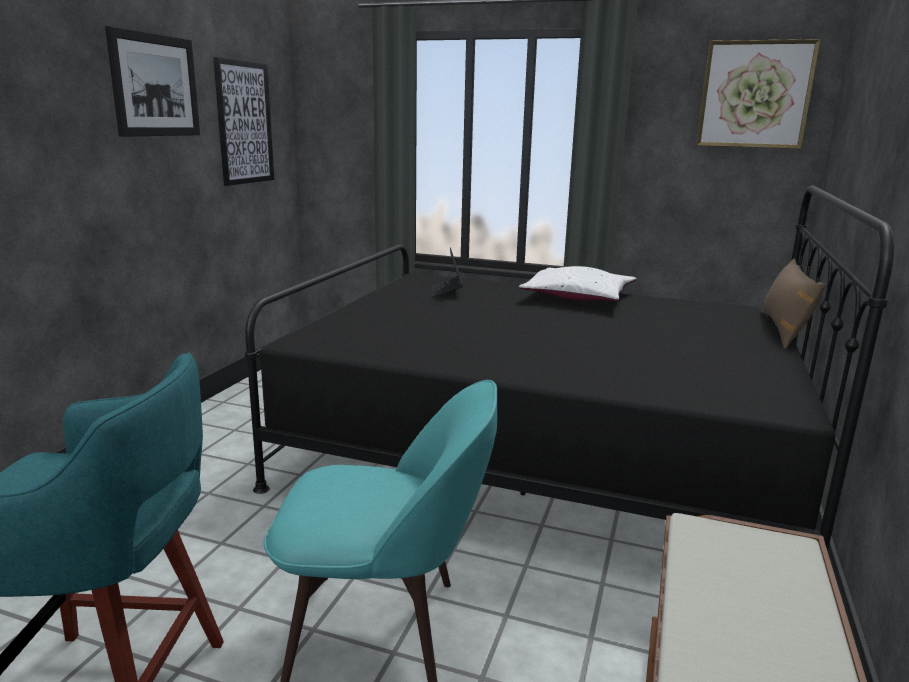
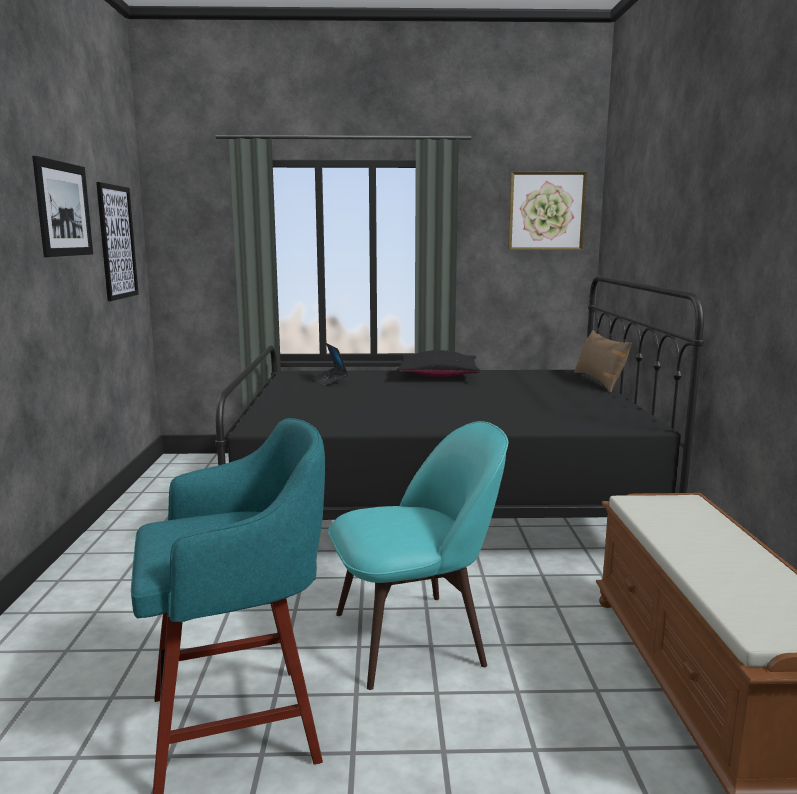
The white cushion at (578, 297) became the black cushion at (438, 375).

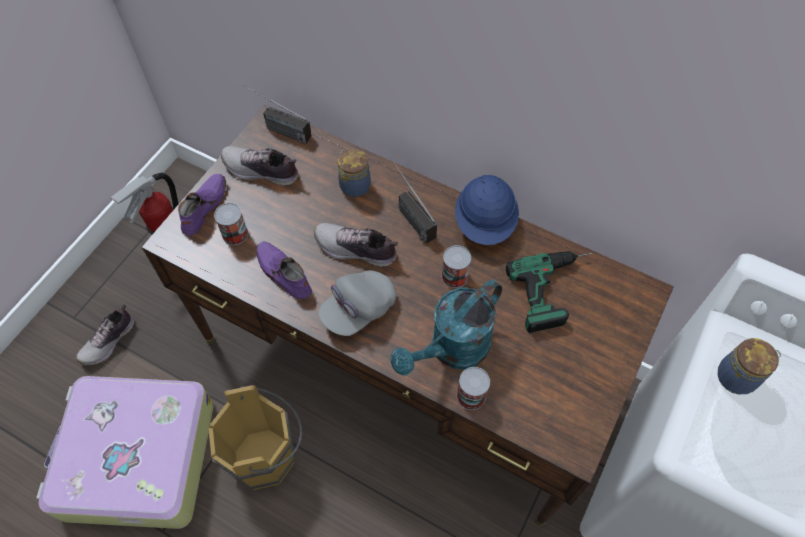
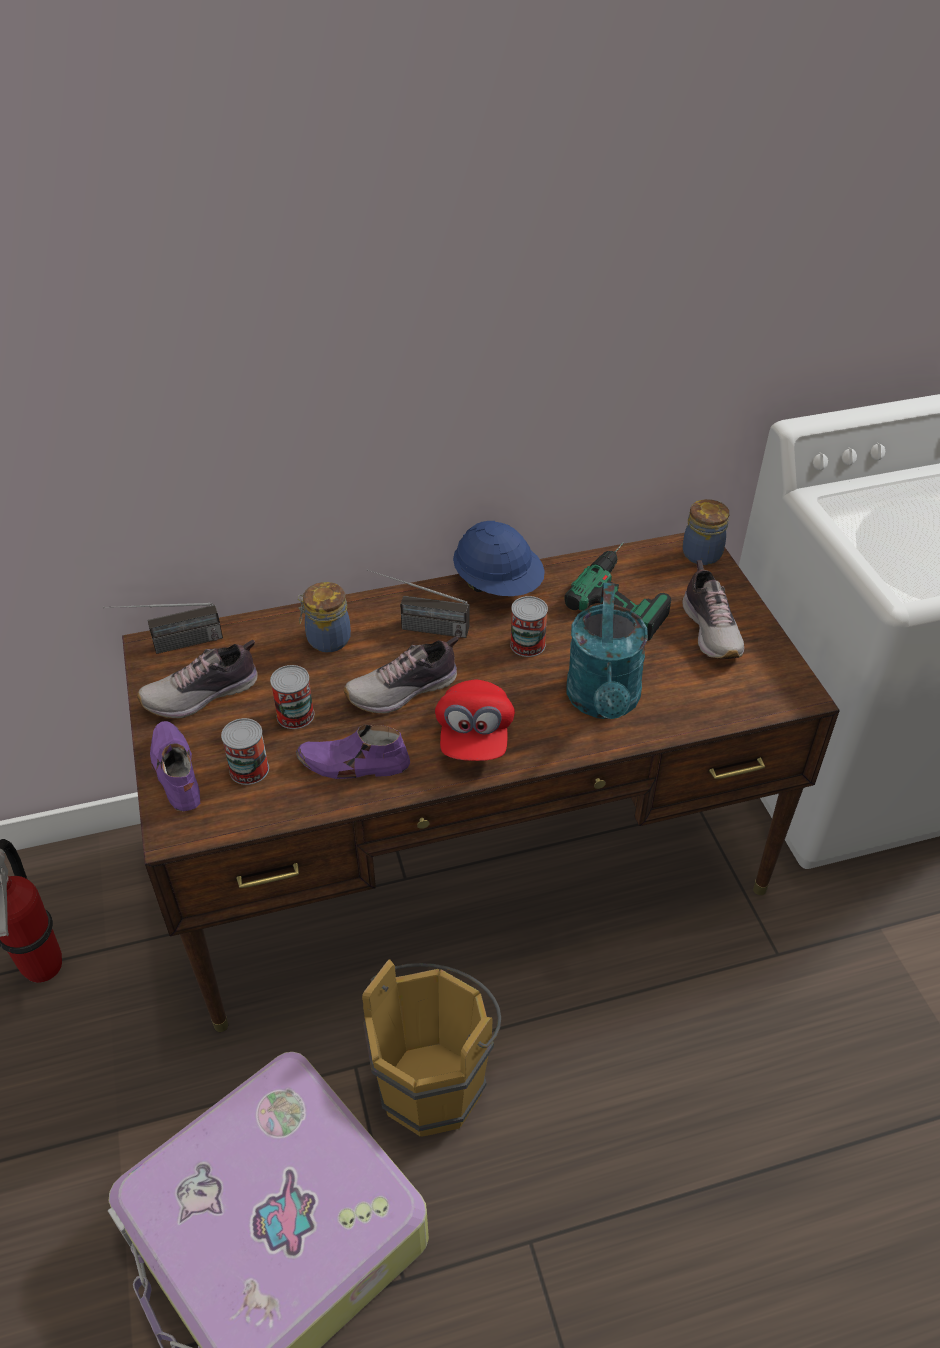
The item of footwear moved from (109, 341) to (712, 630).
The sealed can moved from (471, 396) to (295, 715).
The storage jar moved from (737, 377) to (702, 553).
The gray cap at (358, 309) became the red cap at (474, 736).

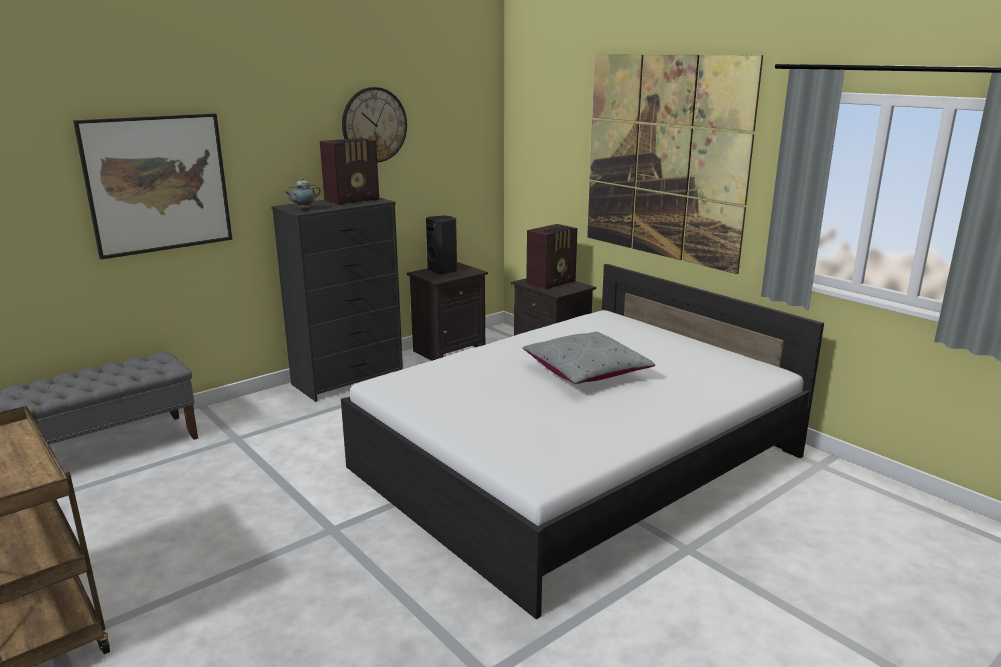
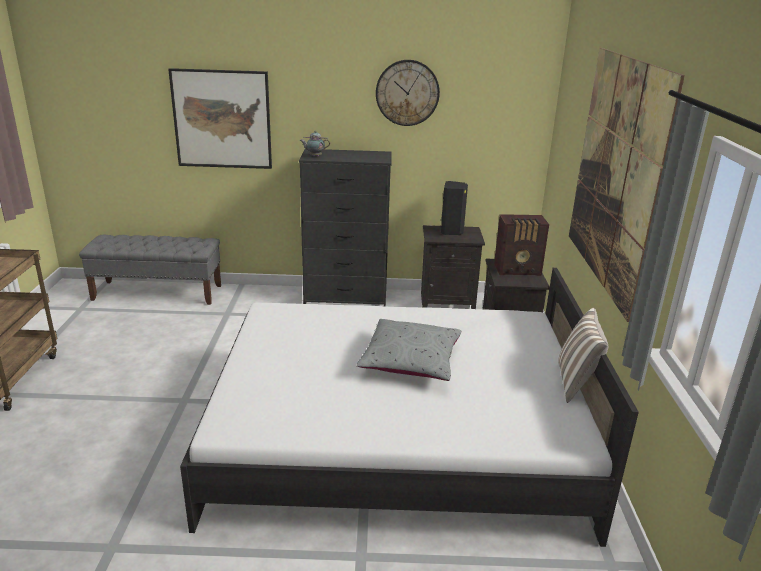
The radio set at (353, 200) disappeared.
The cushion at (576, 383) appeared.

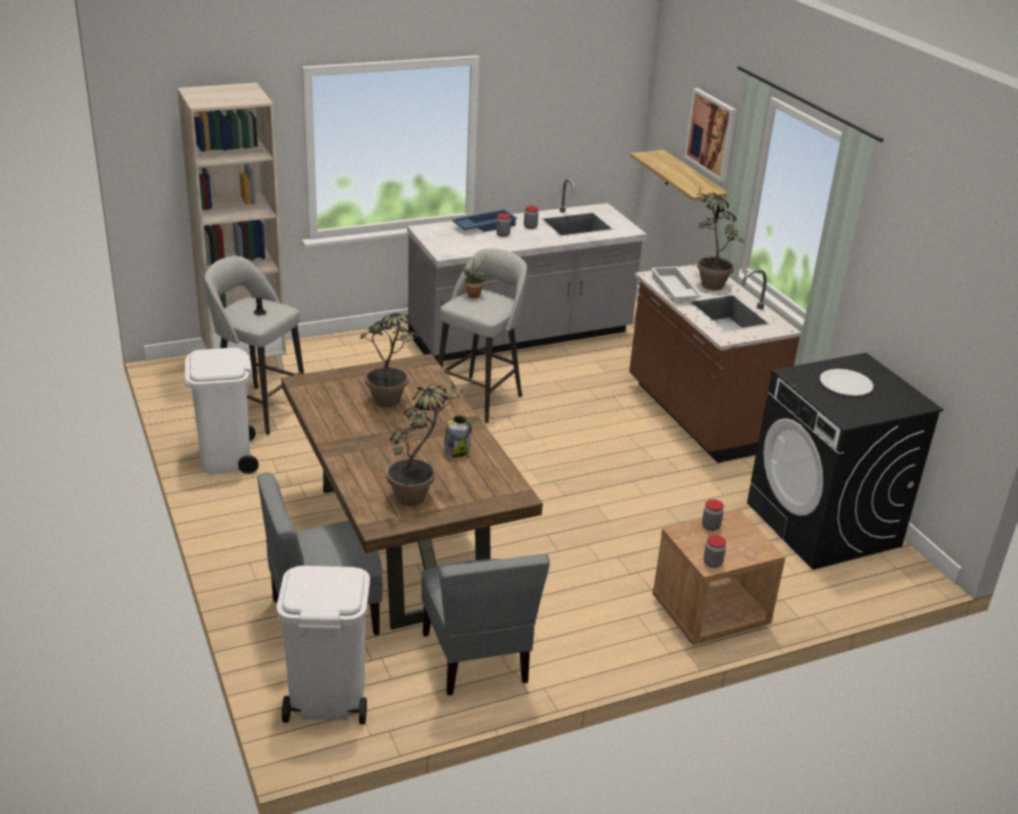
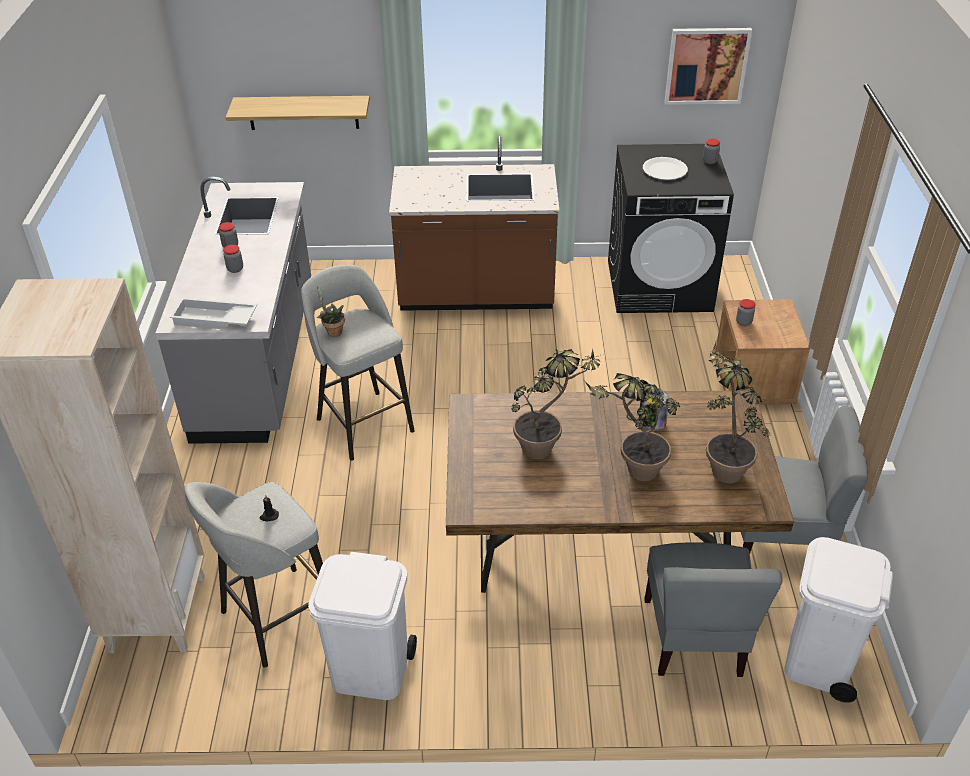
The blue serving tray at (484, 226) disappeared.
The white serving tray moved from (673, 289) to (214, 319).
The wall picture moved from (711, 134) to (706, 65).
The potted plant moved from (708, 282) to (631, 470).
The storage jar moved from (712, 563) to (710, 161).

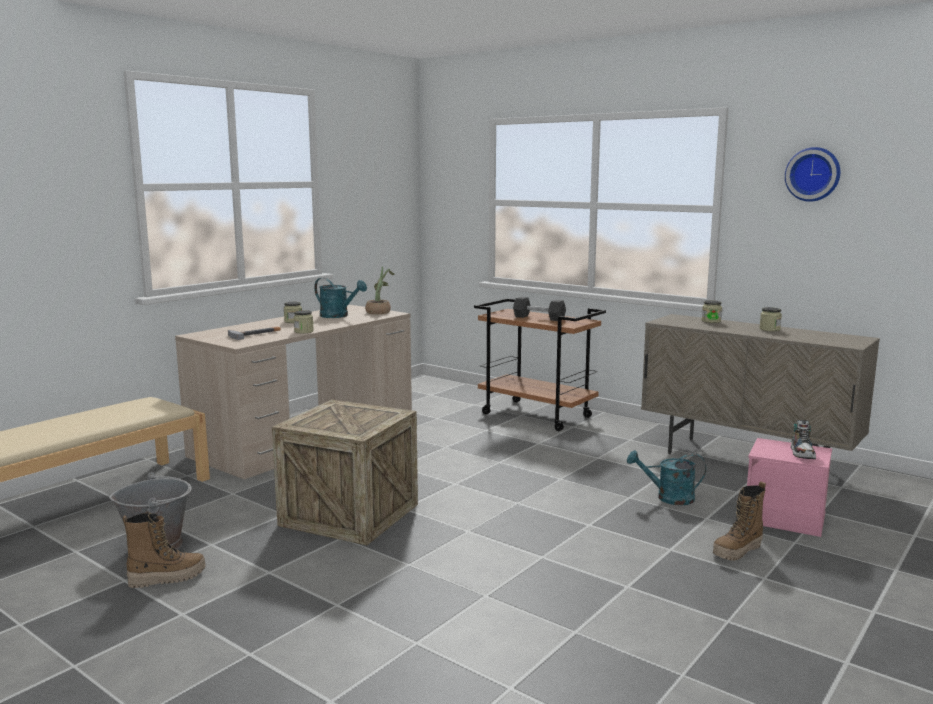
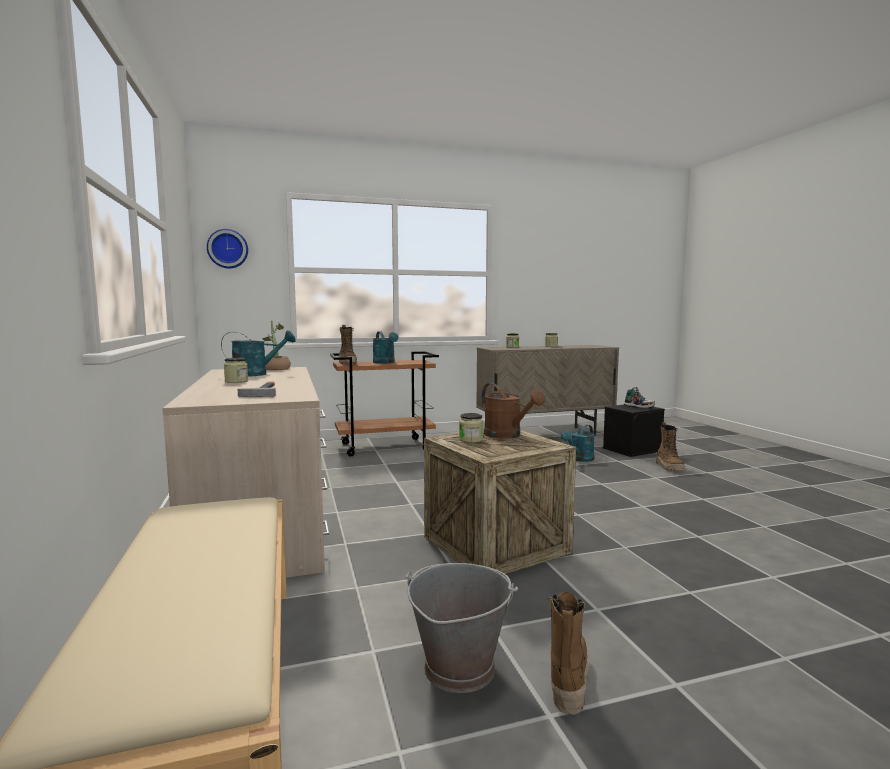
The tall boot at (347, 363) appeared.
The brownish watering can at (507, 435) appeared.
The storage jar moved from (304, 331) to (471, 440).
The hanging clock moved from (813, 174) to (228, 249).
The black hand weight at (539, 318) was replaced by the turquoise watering can at (385, 362).
The pink storage bin at (785, 517) became the black storage bin at (632, 449).

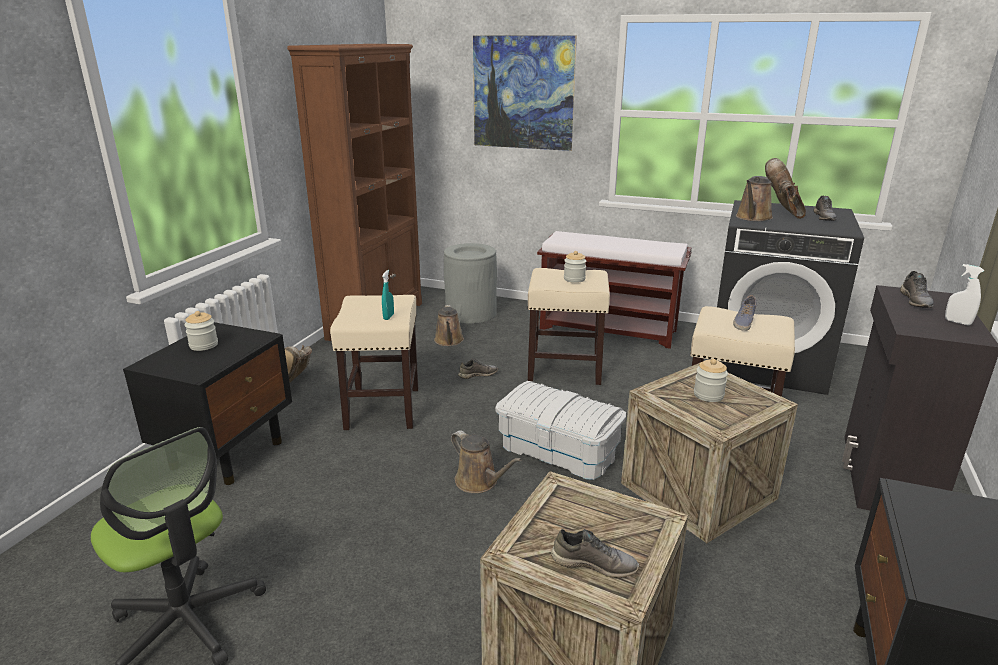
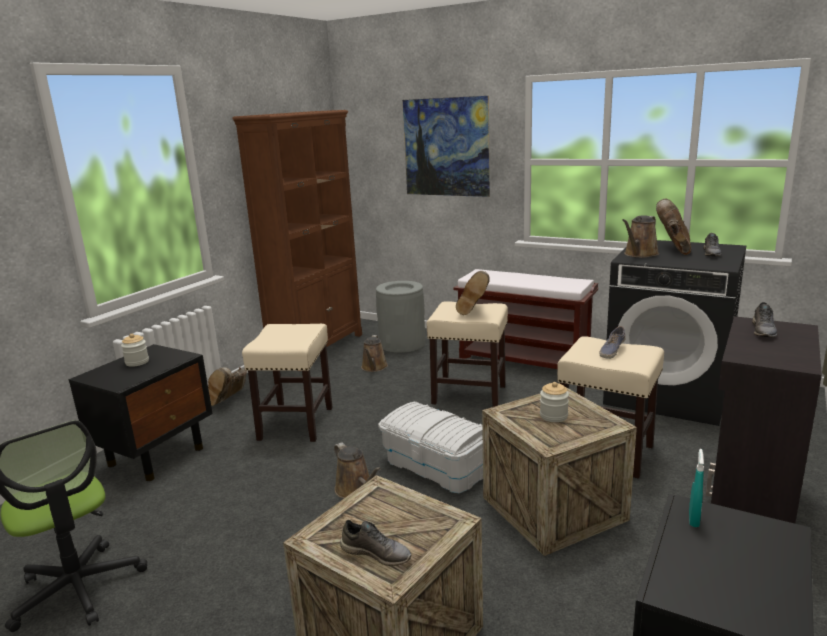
The gray item of footwear at (478, 374) disappeared.
The white hand sprayer at (957, 322) disappeared.
The turquoise hand sprayer moved from (388, 317) to (693, 519).
The storage jar at (574, 279) was replaced by the brownish tall boot at (472, 311).

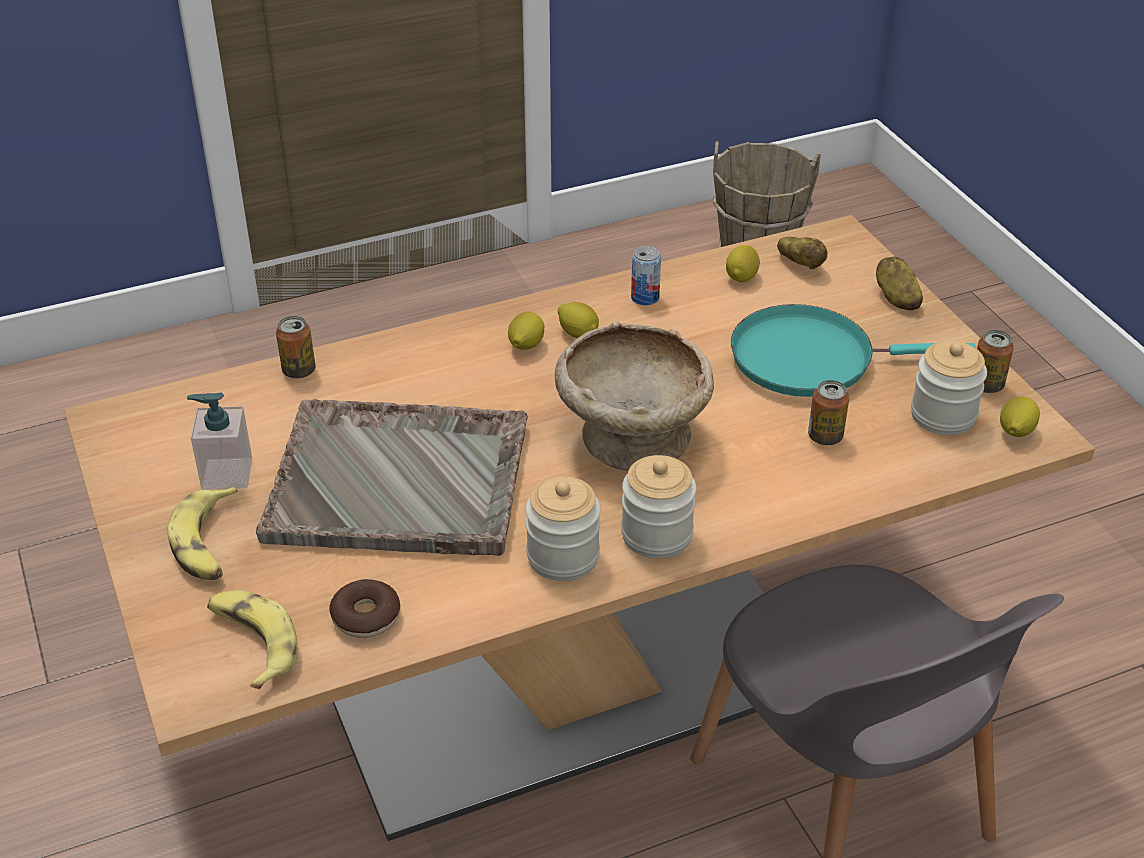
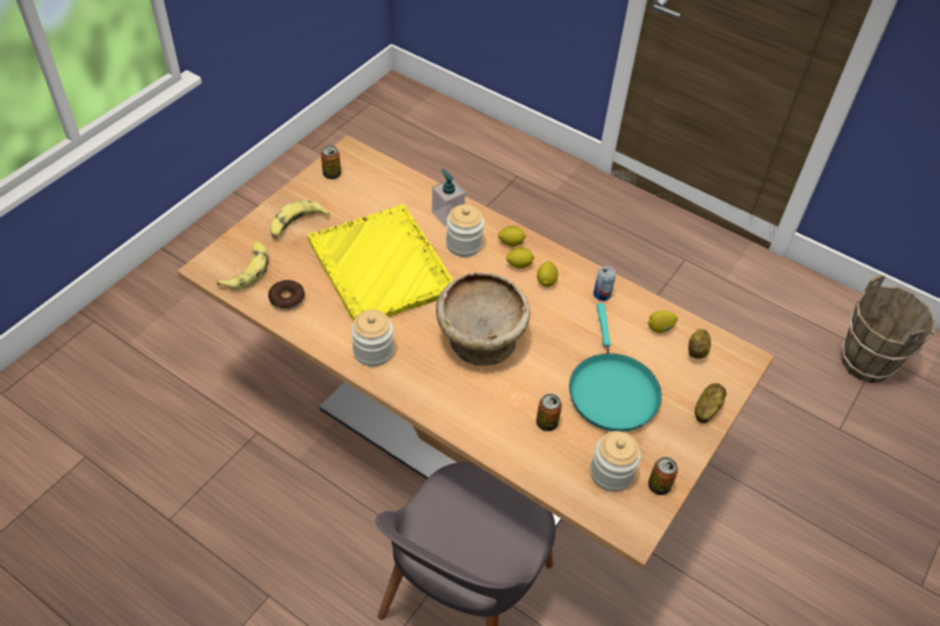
The soap bottle moved from (226, 474) to (447, 215).
The sealed can moved from (299, 371) to (332, 174).
The storage jar moved from (656, 535) to (464, 244).
The whole lemon moved from (1015, 431) to (511, 243).
The gray serving tray at (401, 482) became the yellow serving tray at (382, 267).
The turquoise pan at (811, 358) turned 150 degrees counterclockwise.

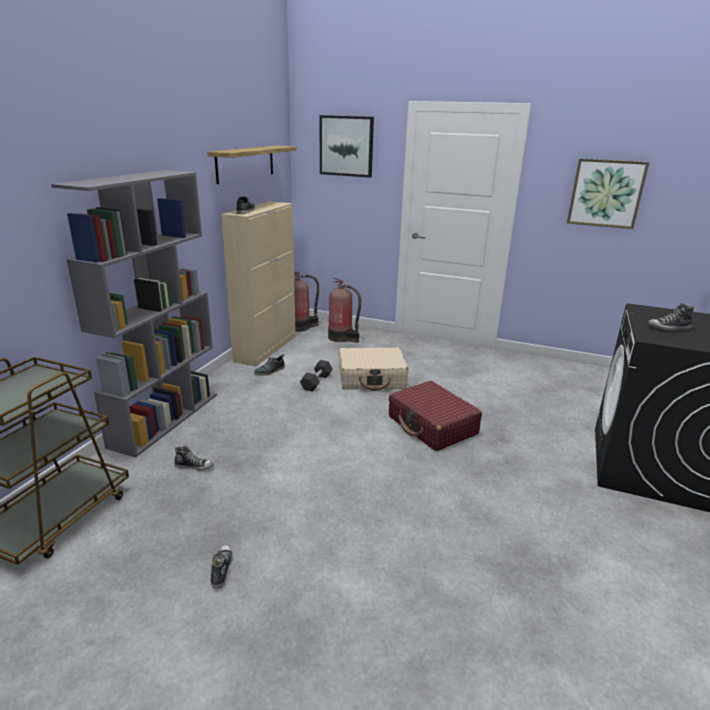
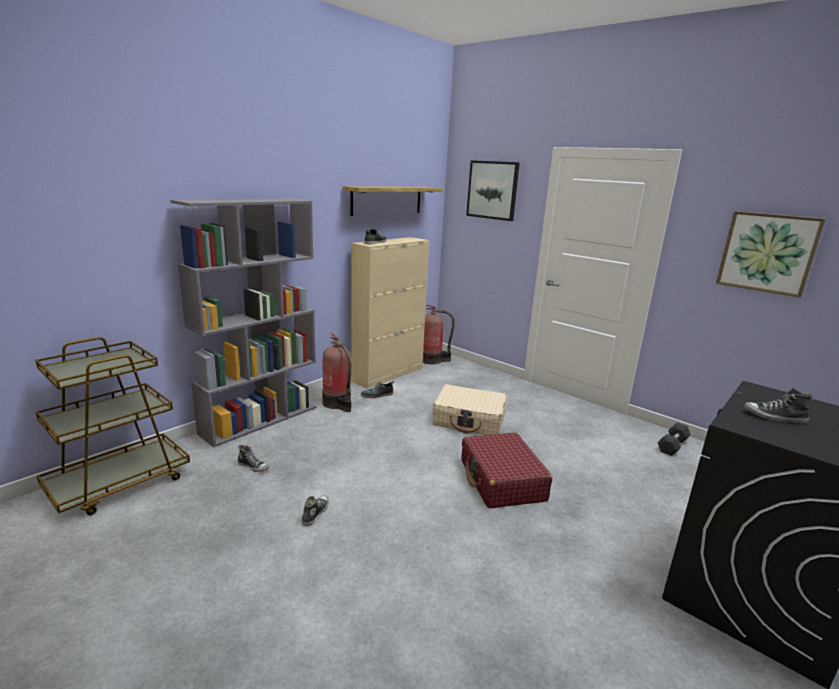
The item of footwear moved from (221, 569) to (315, 513).
The black hand weight moved from (316, 382) to (672, 446).
The fire-fighting cylinder moved from (342, 338) to (338, 403).

